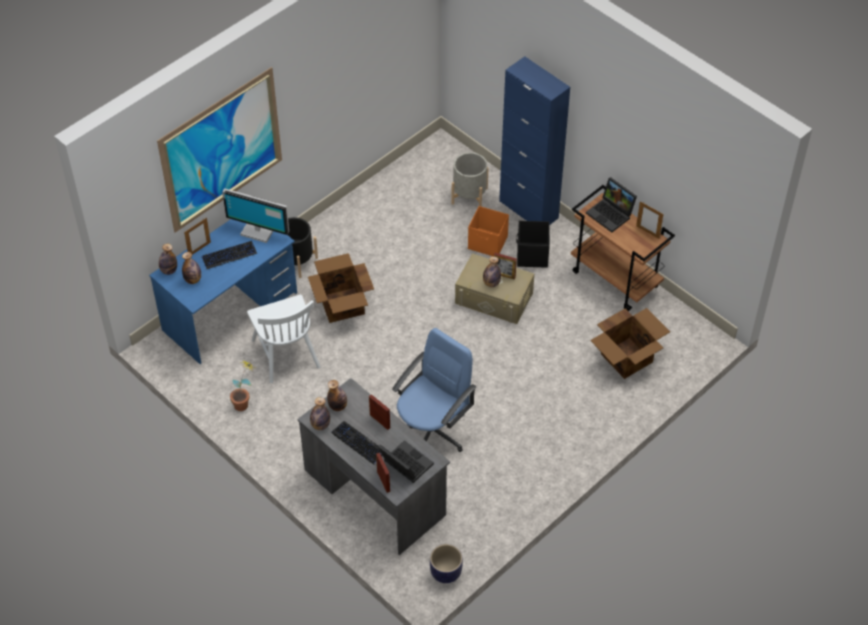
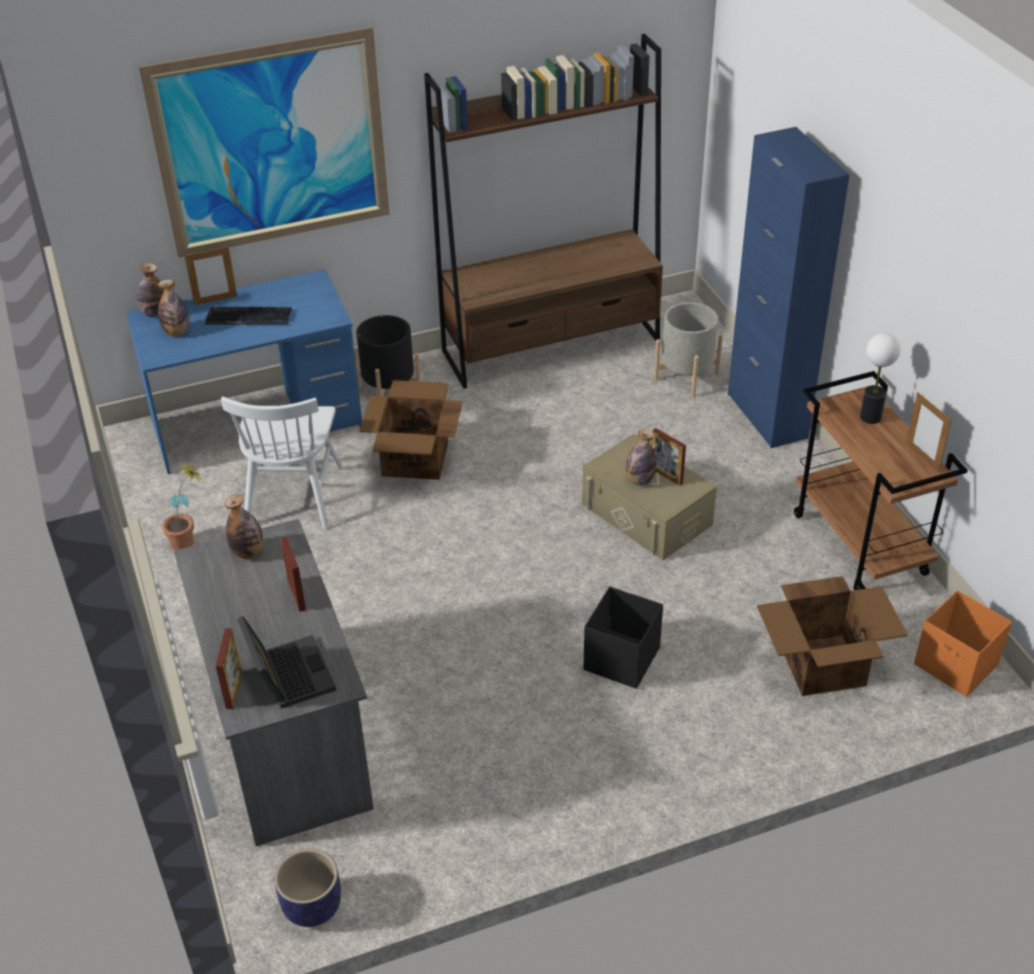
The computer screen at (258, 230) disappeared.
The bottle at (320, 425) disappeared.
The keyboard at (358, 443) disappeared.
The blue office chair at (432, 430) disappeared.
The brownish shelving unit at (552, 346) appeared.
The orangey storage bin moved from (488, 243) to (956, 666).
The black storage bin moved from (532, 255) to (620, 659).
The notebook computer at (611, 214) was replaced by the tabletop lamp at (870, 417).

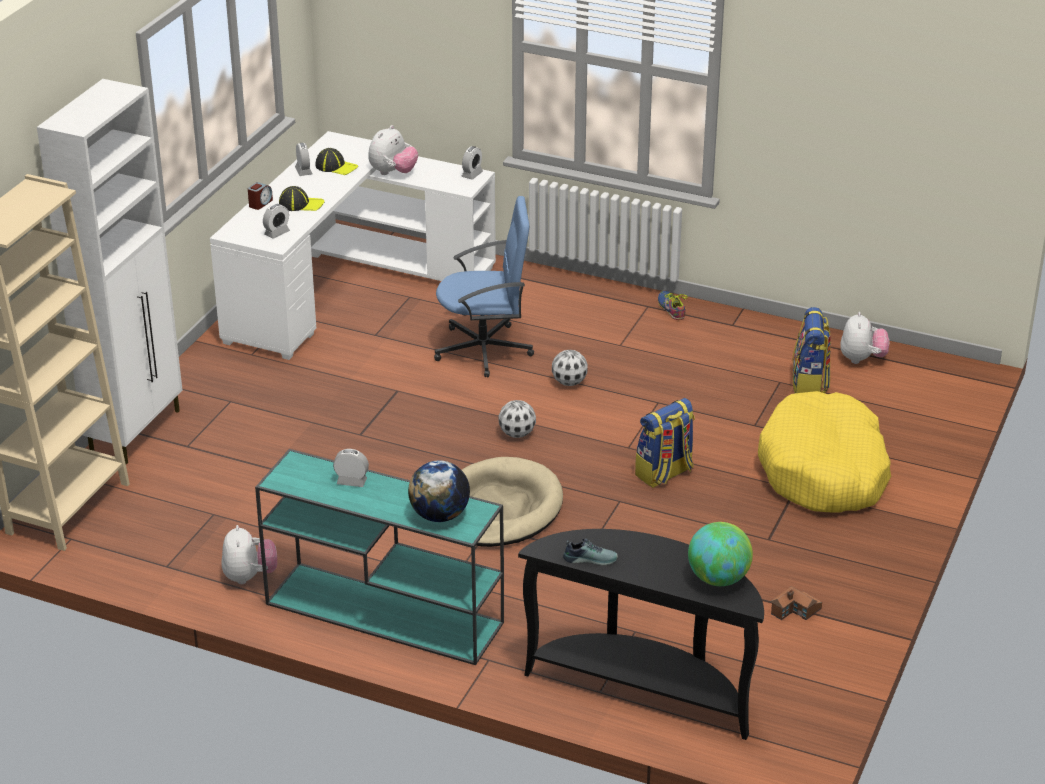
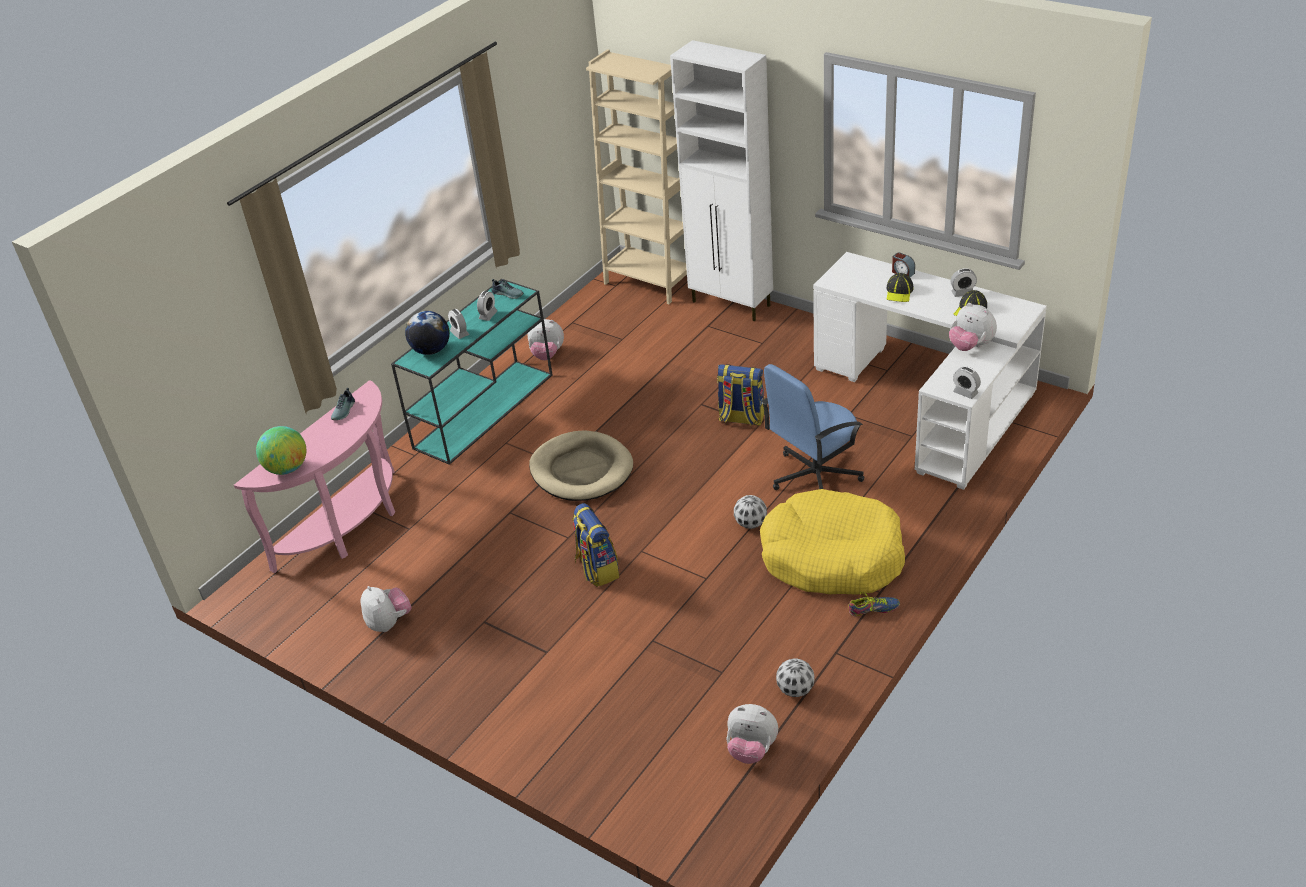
The item of footwear at (508, 293) appeared.
The bedside clock moved from (277, 233) to (459, 333).
The football moved from (517, 434) to (796, 690).
The yellow dog cushion moved from (824, 471) to (832, 557).
The rucksack moved from (810, 383) to (741, 418).
The model house at (795, 611) was replaced by the cuddly toy at (389, 623).
The black console table at (644, 687) became the pink console table at (349, 527).
The blue office chair at (485, 350) turned 45 degrees clockwise.

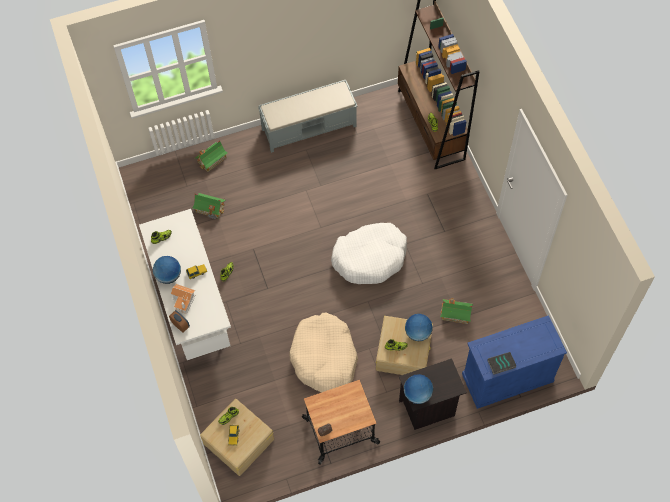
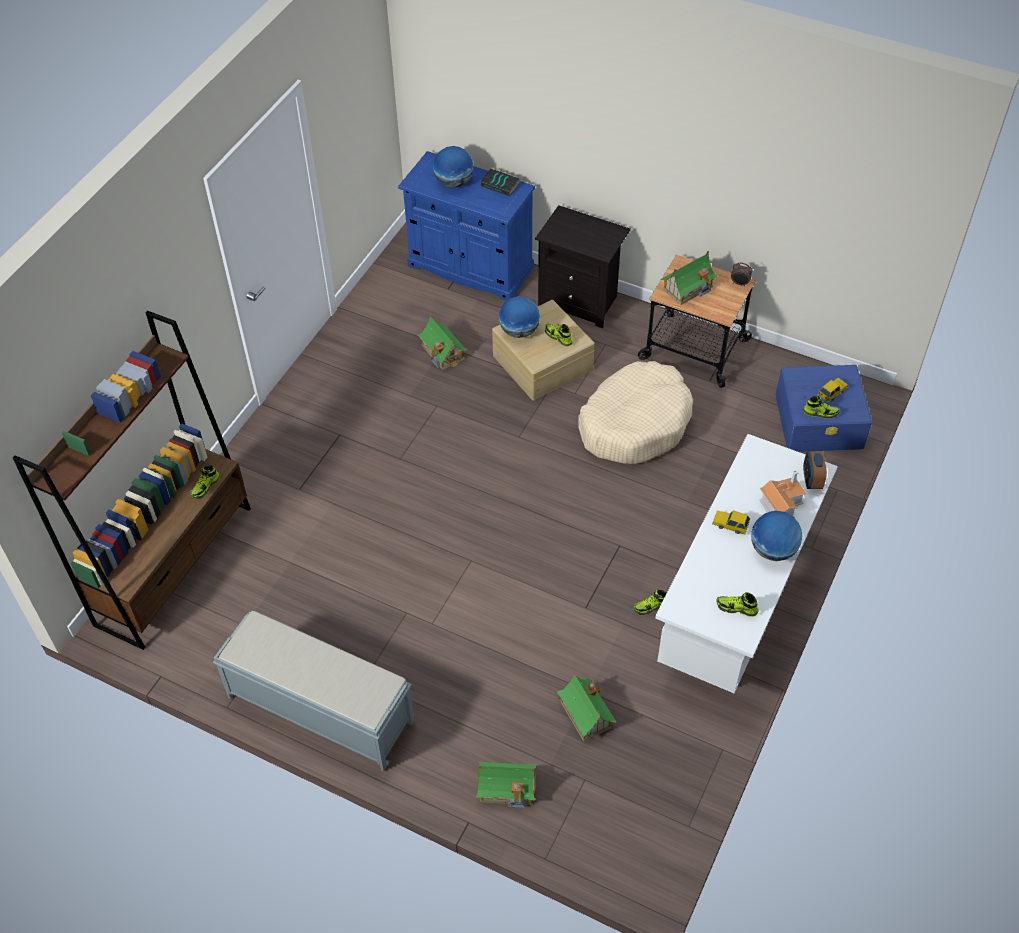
The white dog cushion at (370, 257) disappeared.
The model house at (688, 288) appeared.
The globe moved from (417, 394) to (454, 182).
The sand-coloured storage bin at (238, 441) became the blue storage bin at (819, 421).

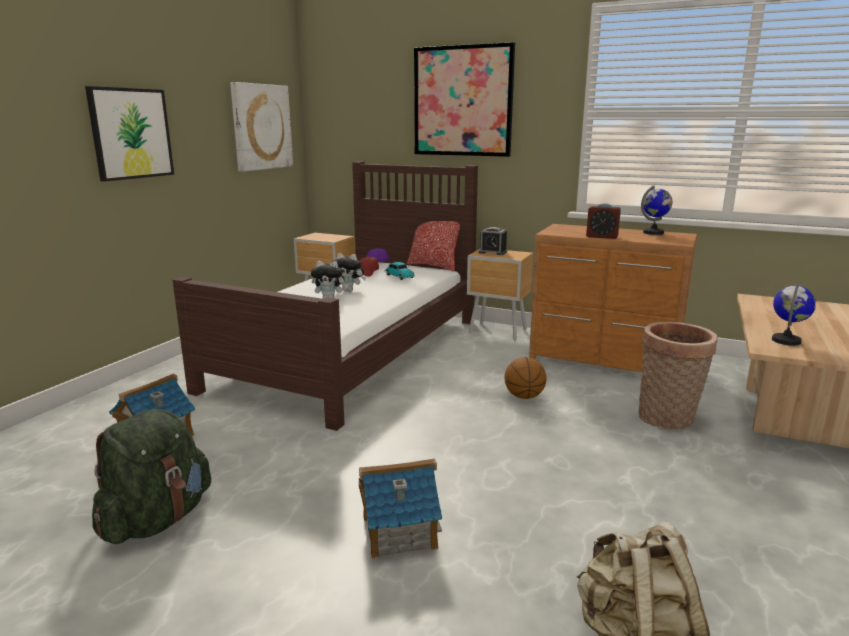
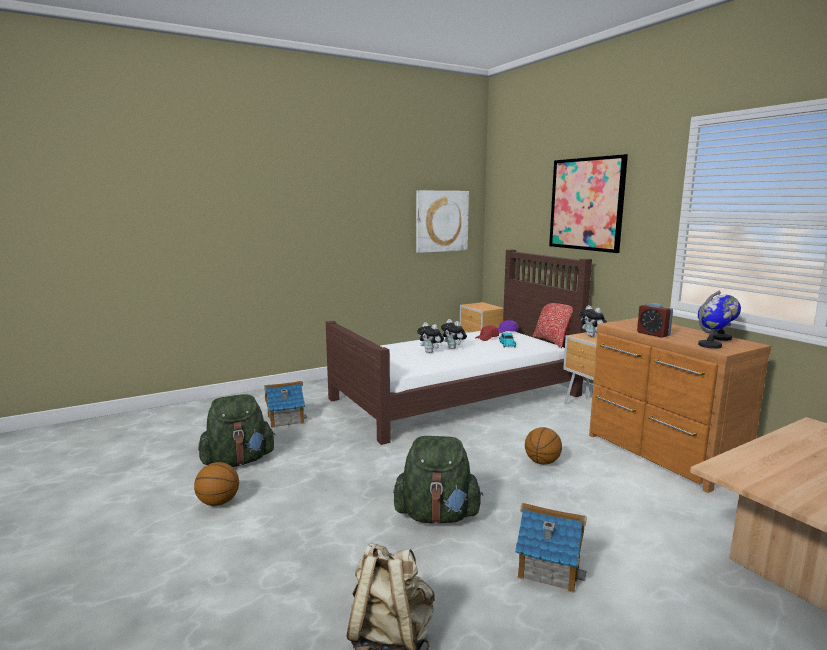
The wall picture at (131, 133) disappeared.
The household basket at (668, 419) disappeared.
The basketball ball at (218, 502) appeared.
The green rucksack at (437, 516) appeared.
The model house moved from (398, 532) to (549, 567).
The globe moved from (786, 341) to (710, 345).
The bedside clock at (492, 252) was replaced by the cuddly toy at (592, 336).

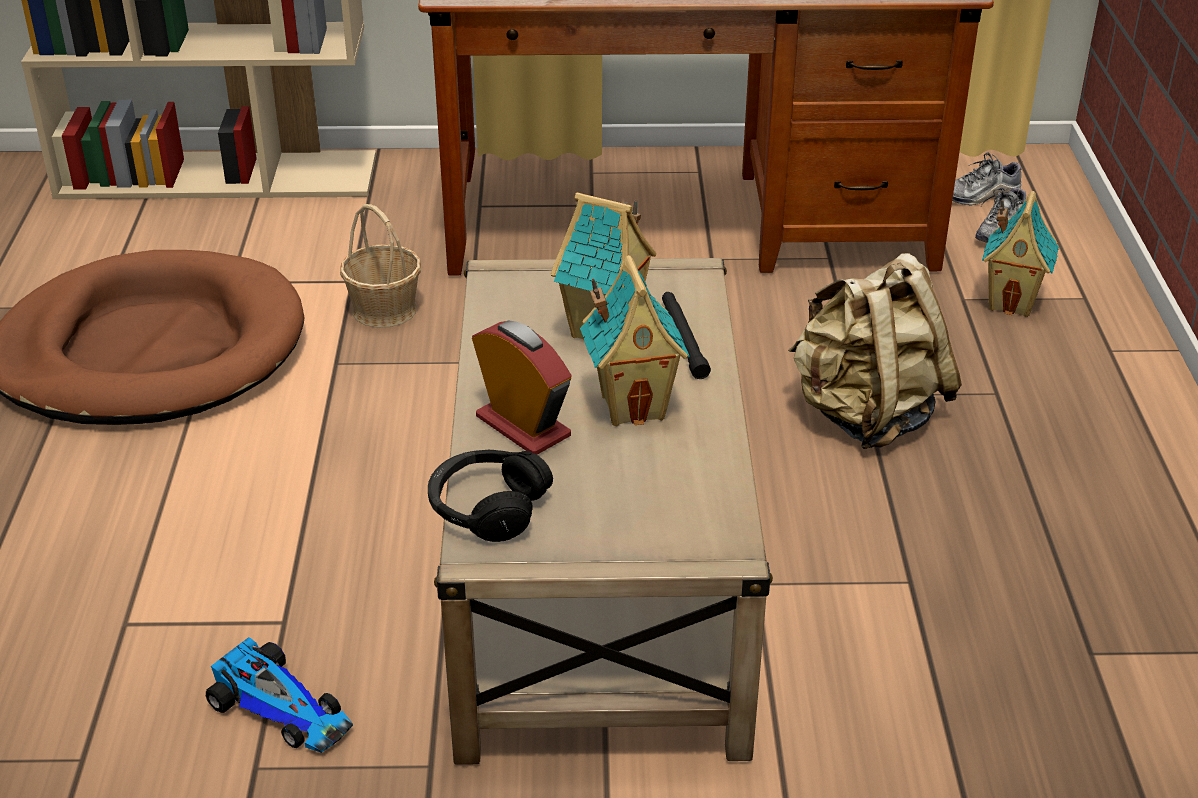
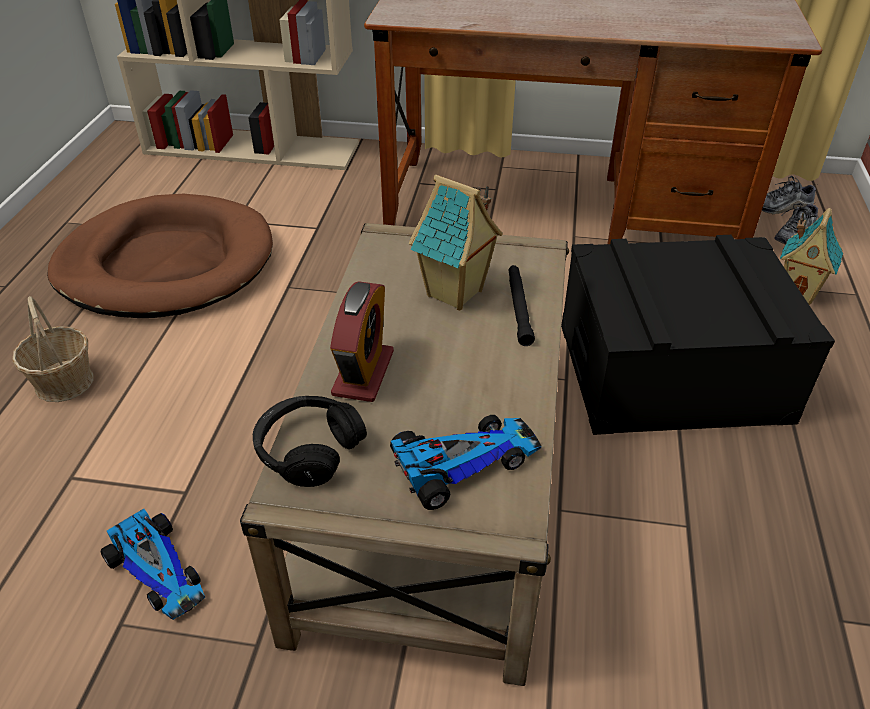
The model house at (633, 406) disappeared.
The miniature car at (462, 462) appeared.
The household basket moved from (384, 309) to (64, 382).
The sand-coloured rucksack at (866, 415) was replaced by the black storage bin at (671, 372).
The bedside clock at (523, 426) turned 45 degrees clockwise.

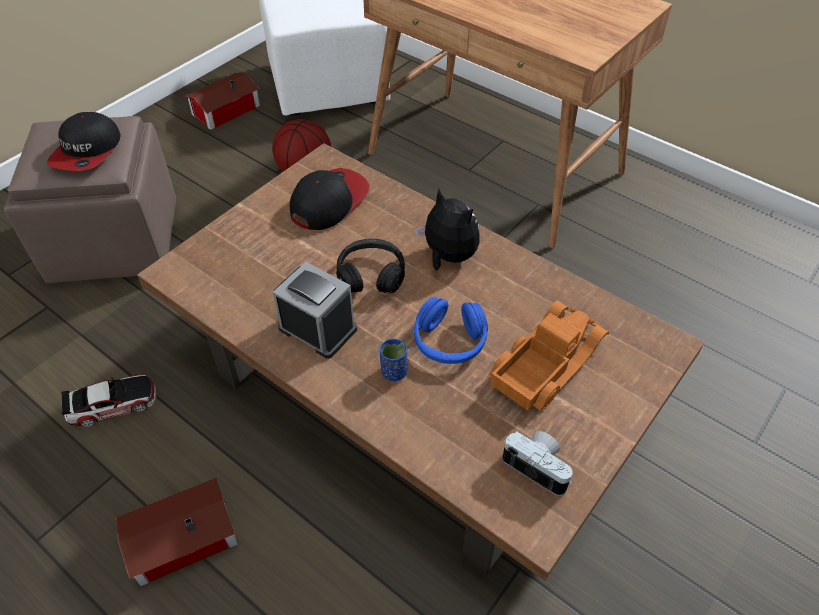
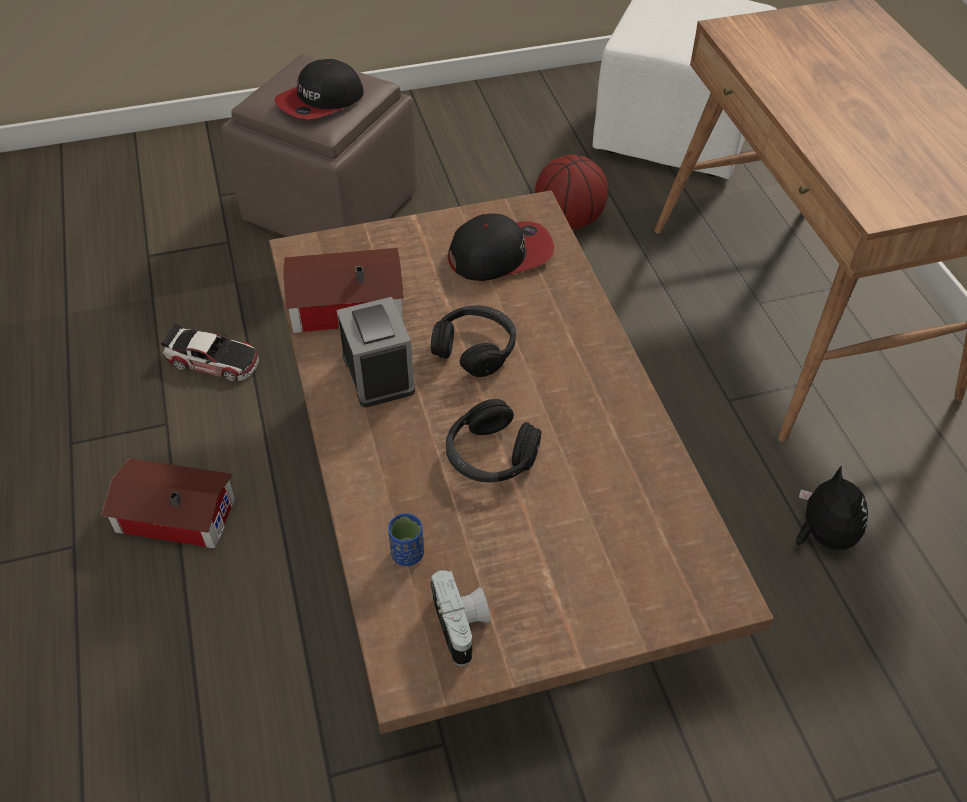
The toy truck at (544, 362) disappeared.
The model house moved from (223, 110) to (343, 304).
The blue drinking cup moved from (394, 372) to (407, 553).
The cuddly toy moved from (448, 257) to (822, 535).
The blue pair of headphones at (449, 341) became the black pair of headphones at (490, 455).

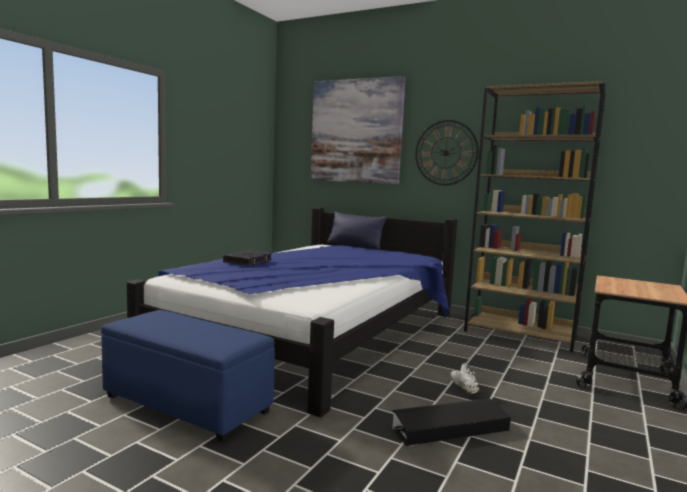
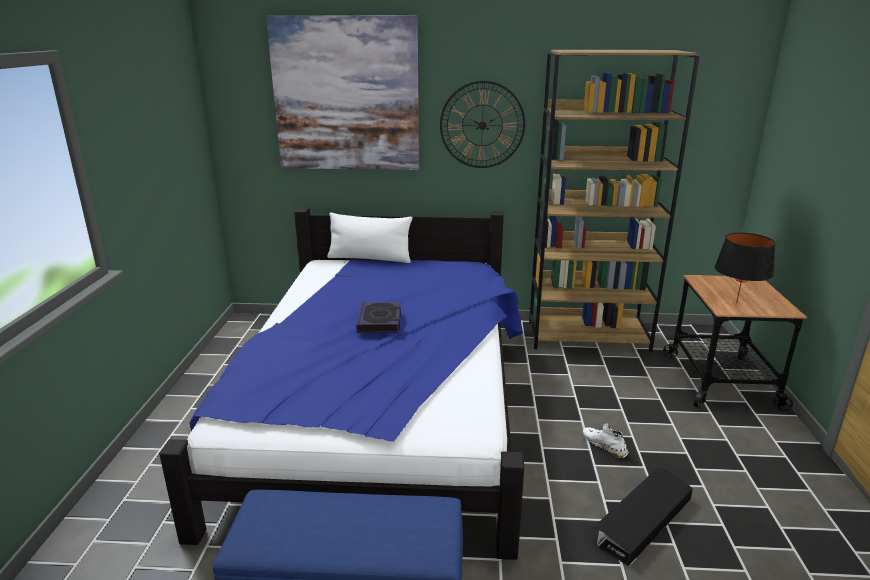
The black tabletop lamp at (736, 302) appeared.
The volume moved from (248, 261) to (379, 321).
The blue cushion at (354, 245) became the white cushion at (370, 258).

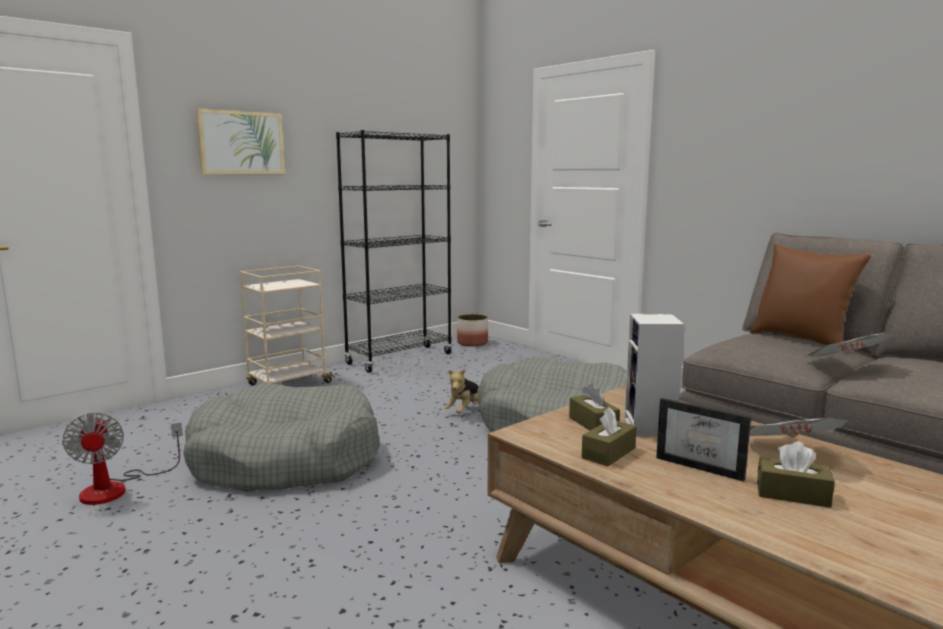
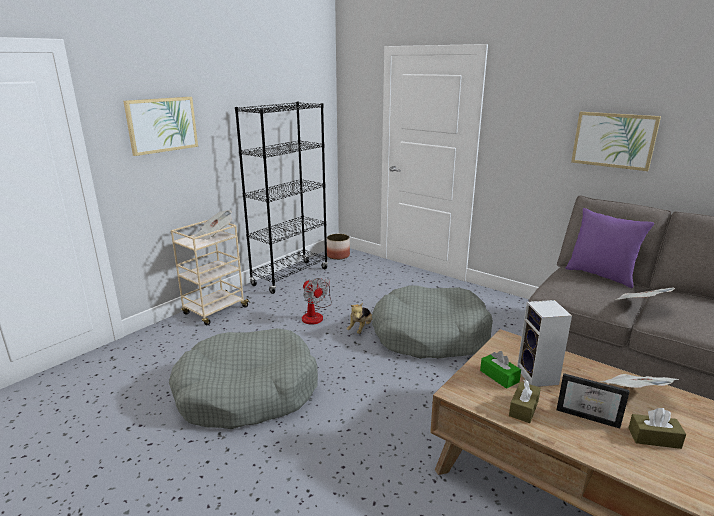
The printed paper at (214, 235) appeared.
The wall picture at (613, 140) appeared.
The electric fan moved from (117, 488) to (315, 315).
The brownish box of tissues at (593, 424) became the green box of tissues at (499, 376).
The brownish cushion at (801, 339) became the purple-coloured cushion at (601, 275).

